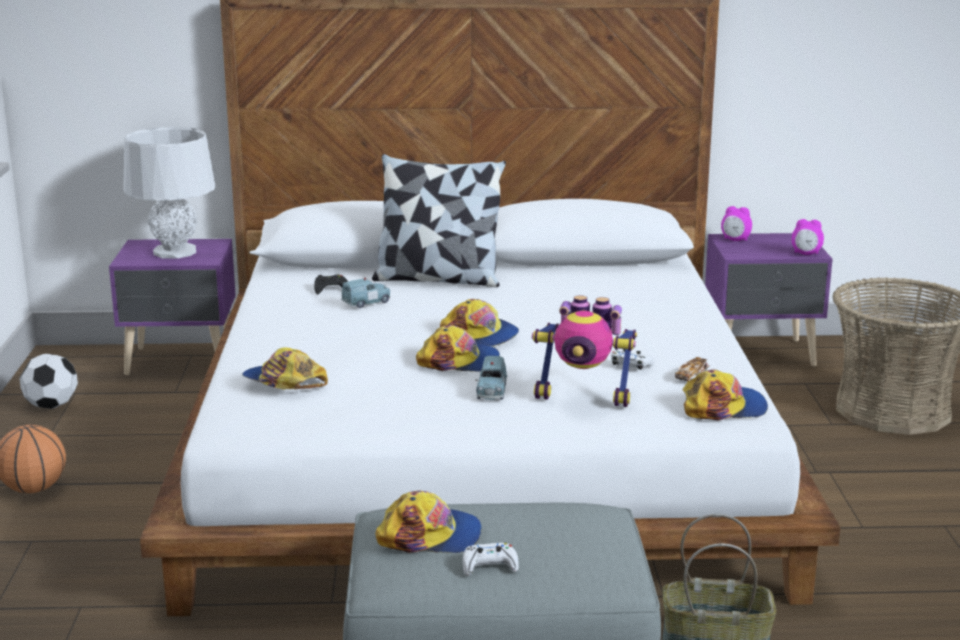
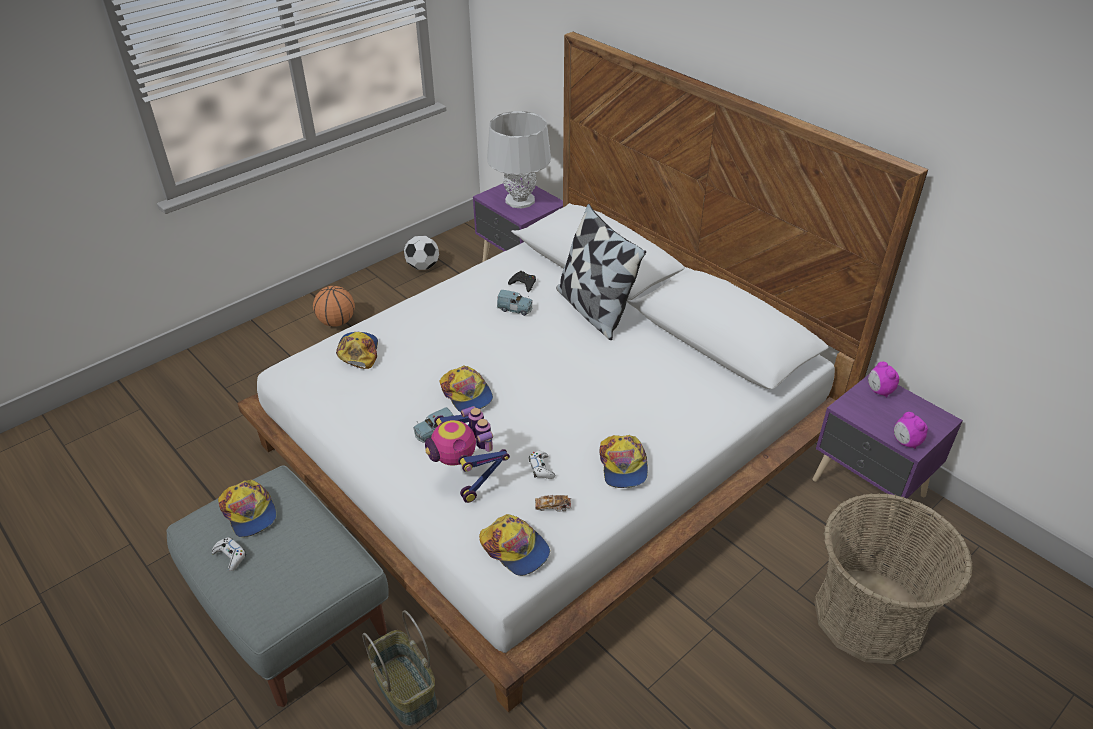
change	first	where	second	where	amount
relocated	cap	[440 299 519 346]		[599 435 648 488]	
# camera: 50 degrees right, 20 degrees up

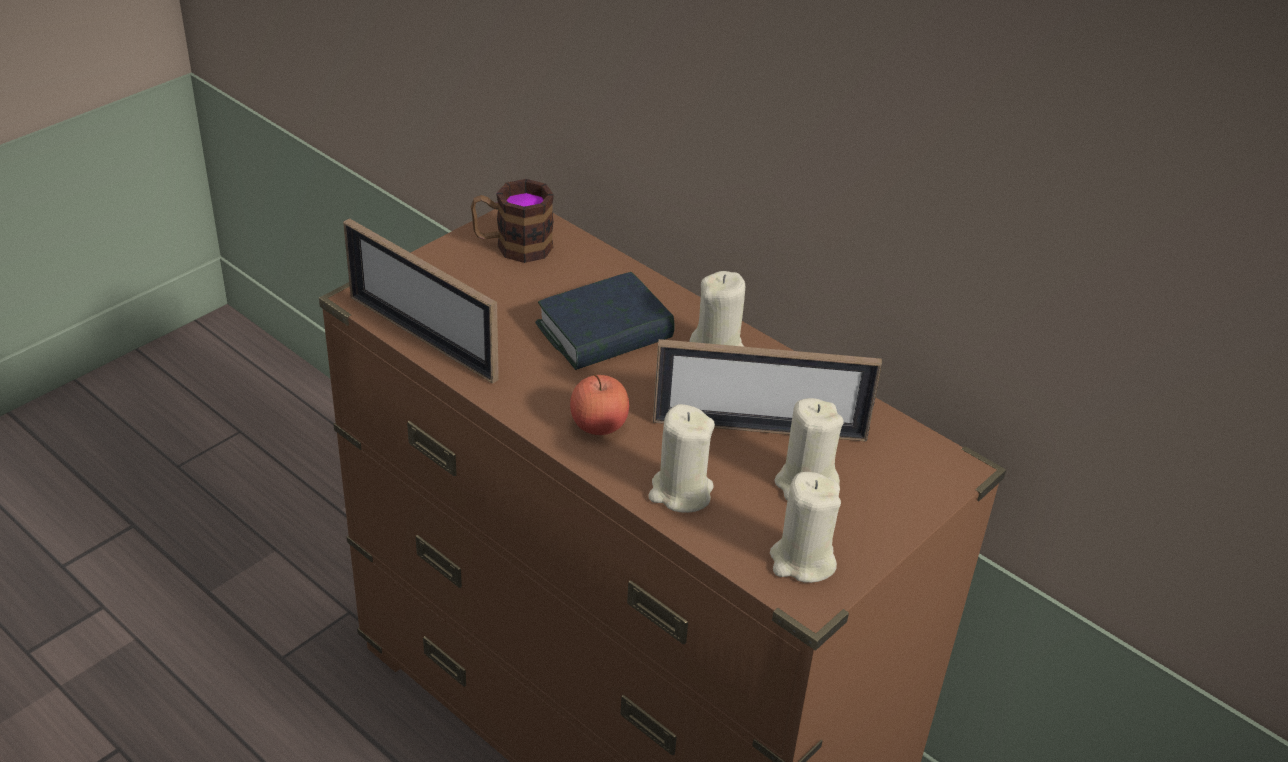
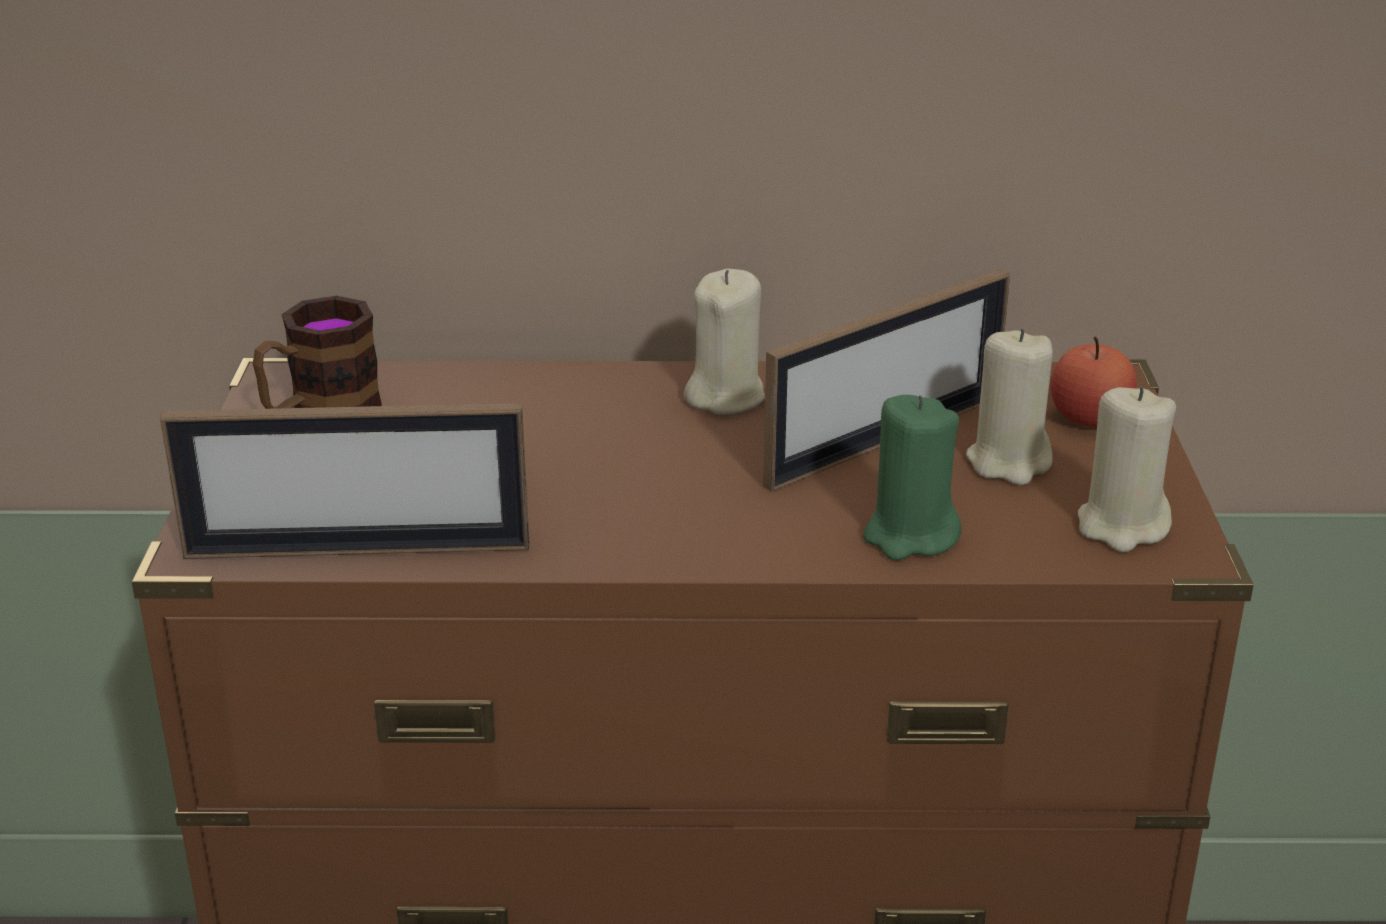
change	first	where	second	where	amount
colour	beige candle	[648 404 715 513]	green candle	[863 395 962 561]	
relocated	apple	[570 374 629 435]		[1051 336 1137 427]	
missing	book	[535 272 675 370]			
# camera: 40 degrees left, 10 degrees down

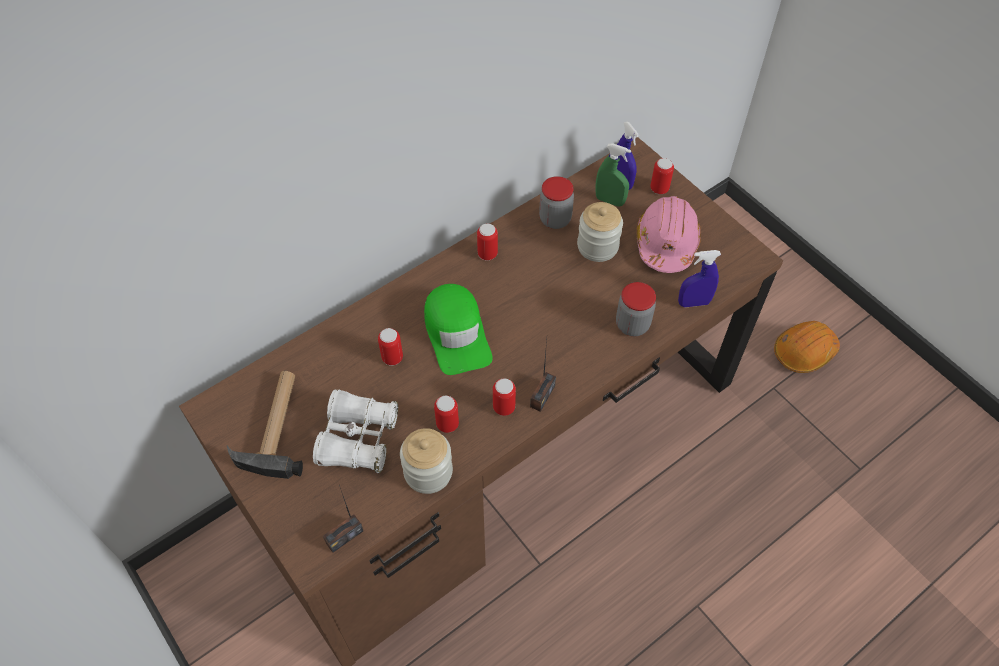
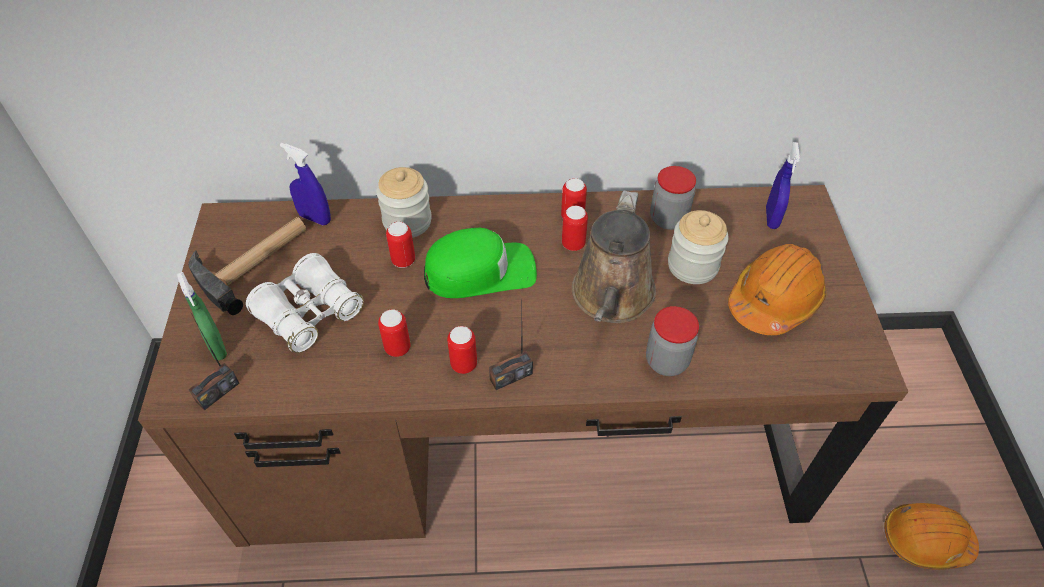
change	first	where	second	where	amount
relocated	green spray bottle	[595 143 631 207]		[177 272 227 360]	
spun	radio	[323 485 363 553]		[189 315 240 410]	45 degrees counterclockwise
relocated	blue spray bottle	[678 250 721 307]		[280 143 331 225]	
relocated	jar	[400 428 453 494]		[376 167 432 238]	
spun	green cap	[424 284 493 375]		[424 228 537 298]	120 degrees counterclockwise
relocated	can	[650 158 674 194]		[562 205 588 251]	
appeared			brown watering can	[572 191 656 323]	
colour	pink hard hat	[636 196 701 273]	orange hard hat	[728 244 826 335]	
# camera: 35 degrees right, 5 degrees down

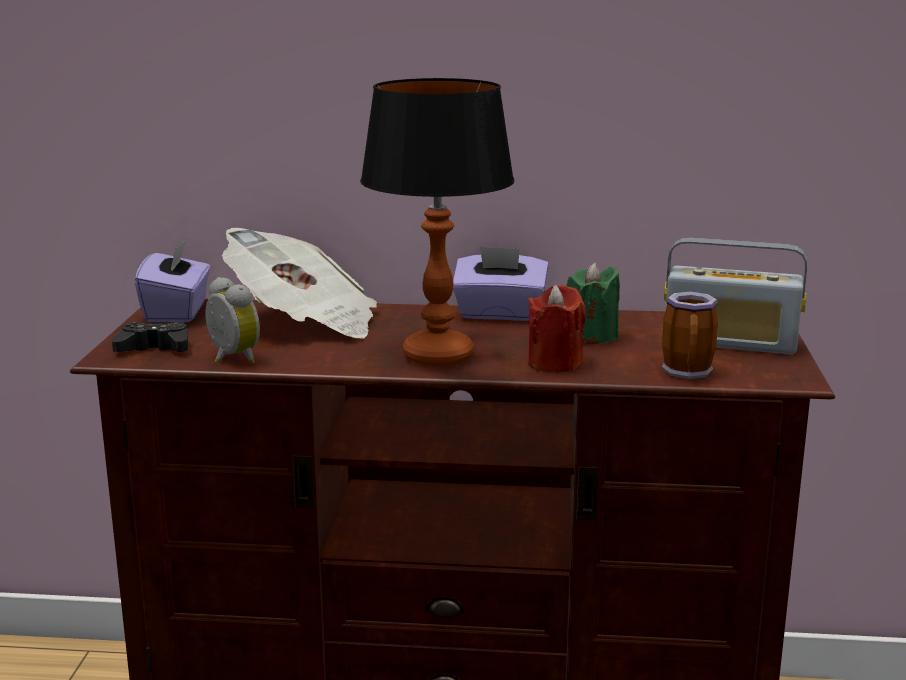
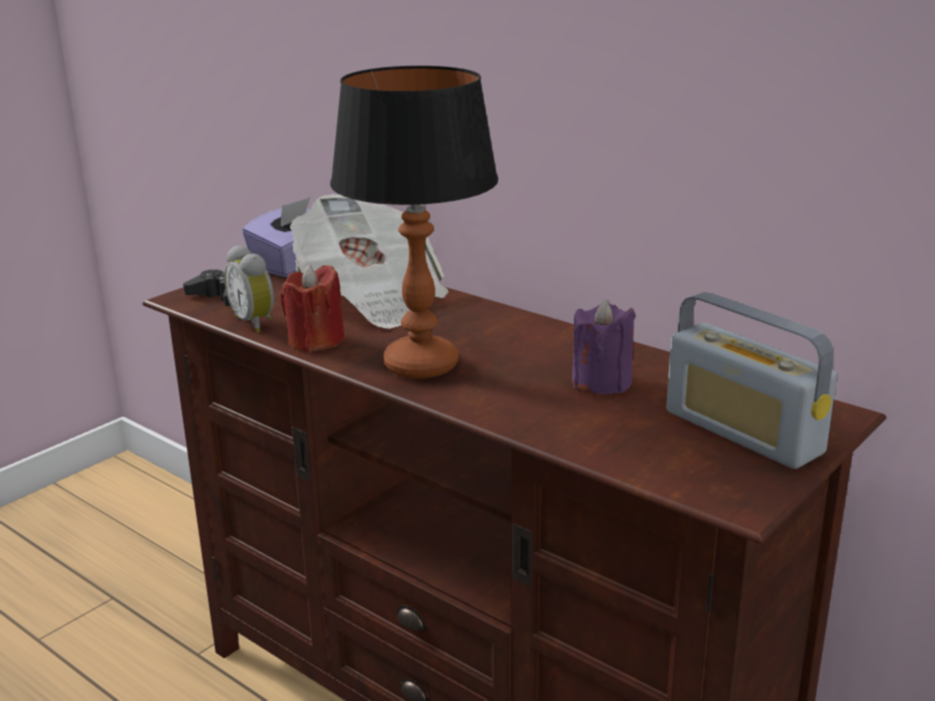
change	first	where	second	where	amount
spun	alarm clock	[205 277 260 364]		[224 245 274 333]	150 degrees clockwise
relocated	red candle	[528 285 586 372]		[280 264 345 352]	
colour	green candle	[566 263 620 344]	purple candle	[572 299 636 394]	
missing	purple tissue box	[453 246 549 321]			
missing	mug	[662 292 718 379]			
# camera: 35 degrees right, 5 degrees up

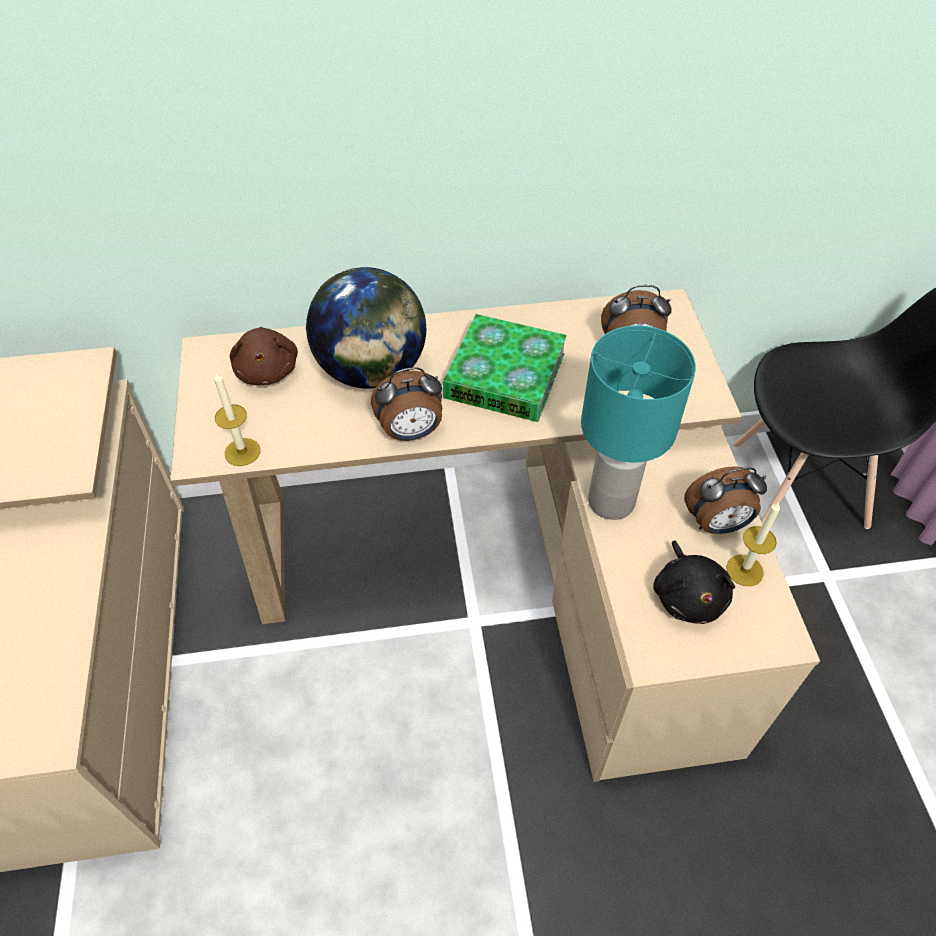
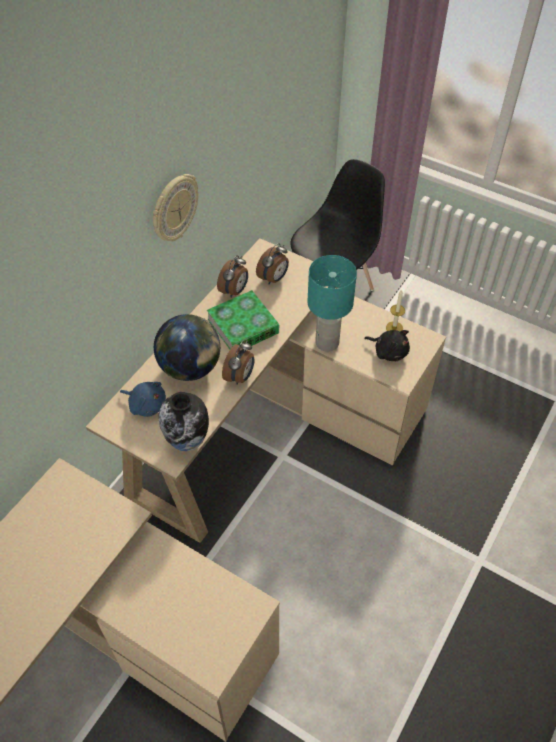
change	first	where	second	where	amount
colour	brown plush toy	[230 327 298 385]	blue plush toy	[120 382 166 417]	
appeared			wall clock	[153 174 198 242]	
exchanged	candle	[214 372 261 466]	vase	[159 392 209 451]	
relocated	alarm clock	[684 466 767 534]		[217 255 248 297]	
# camera: 50 degrees left, 0 degrees up

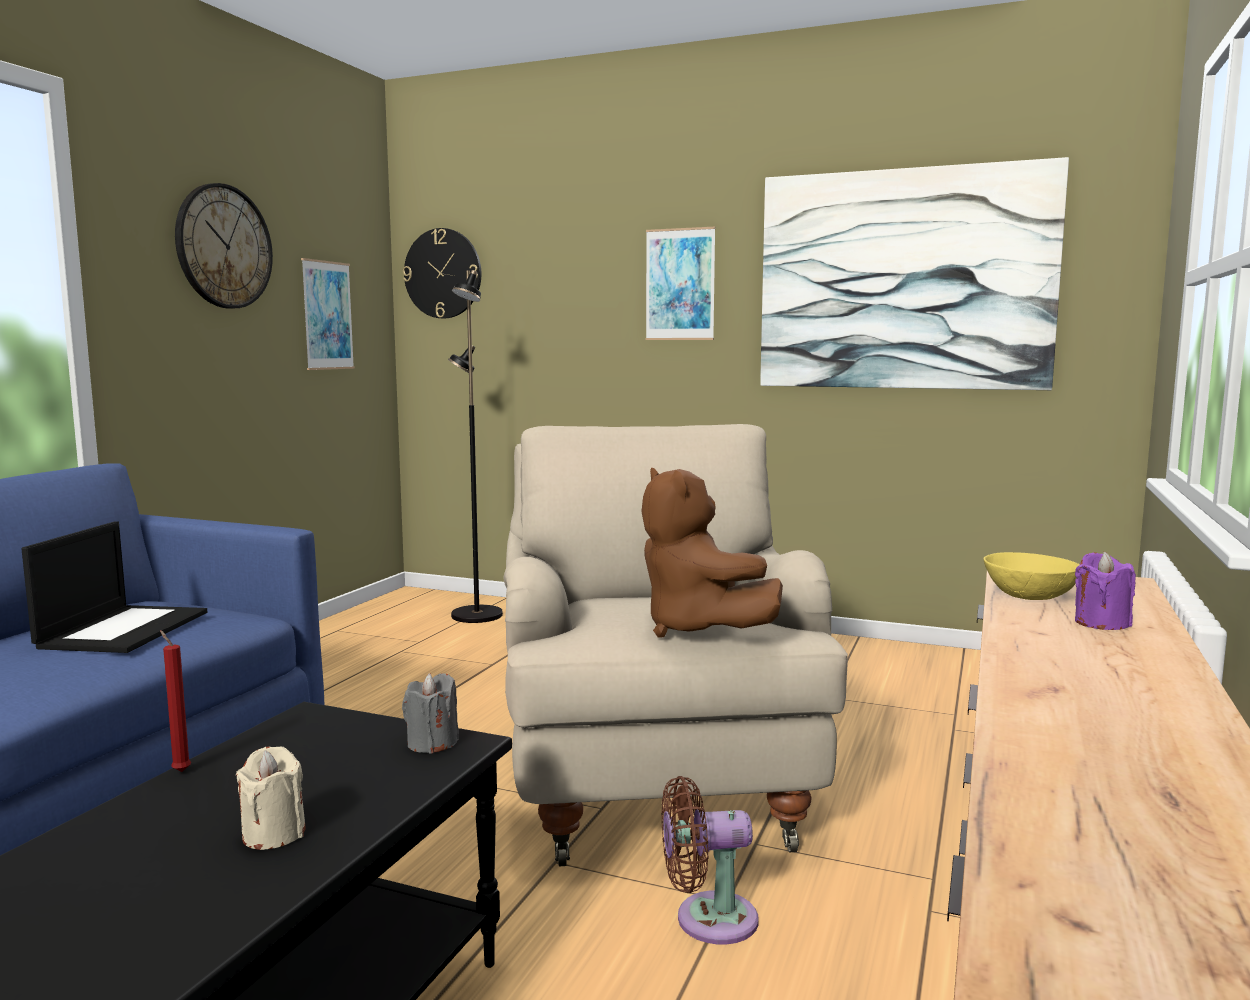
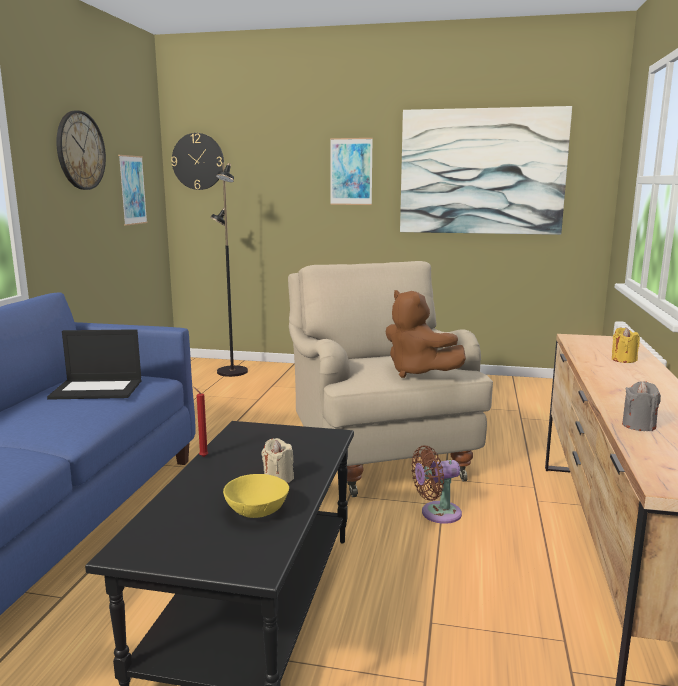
change	first	where	second	where	amount
spun	laptop	[22 521 207 653]		[47 329 141 400]	90 degrees clockwise
relocated	yellow bowl	[983 552 1080 600]		[223 474 289 518]	
colour	purple candle	[1075 552 1136 630]	yellow candle	[612 327 640 363]	
relocated	grey candle	[402 673 459 754]		[622 381 661 431]	
# camera: 10 degrees left, 5 degrees up

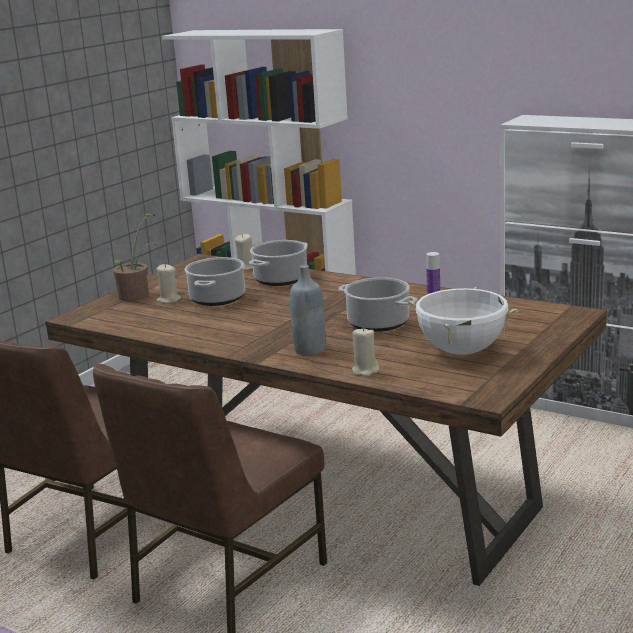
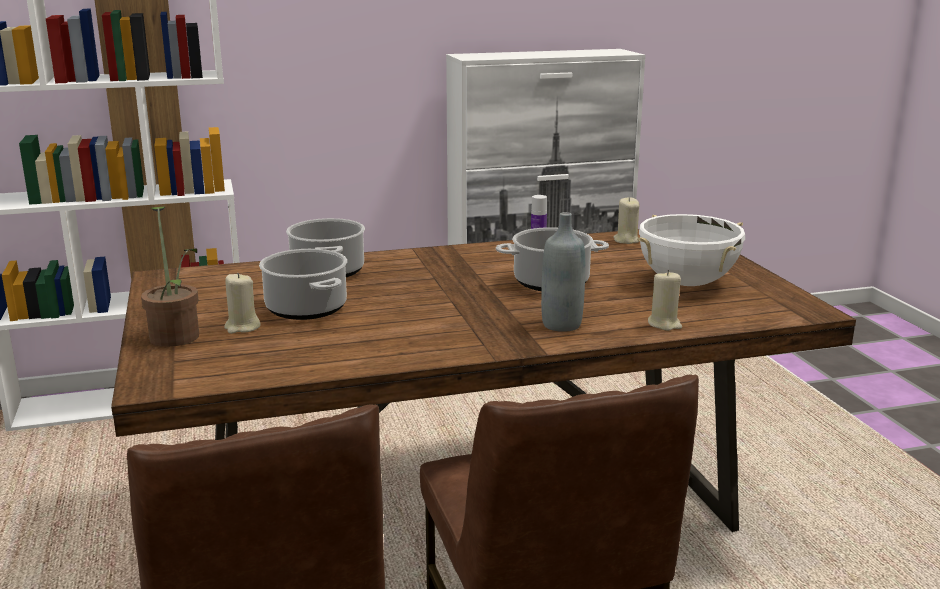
change	first	where	second	where	amount
relocated	beige candle	[235 234 253 270]		[613 197 640 244]	
# camera: 50 degrees left, 0 degrees up

